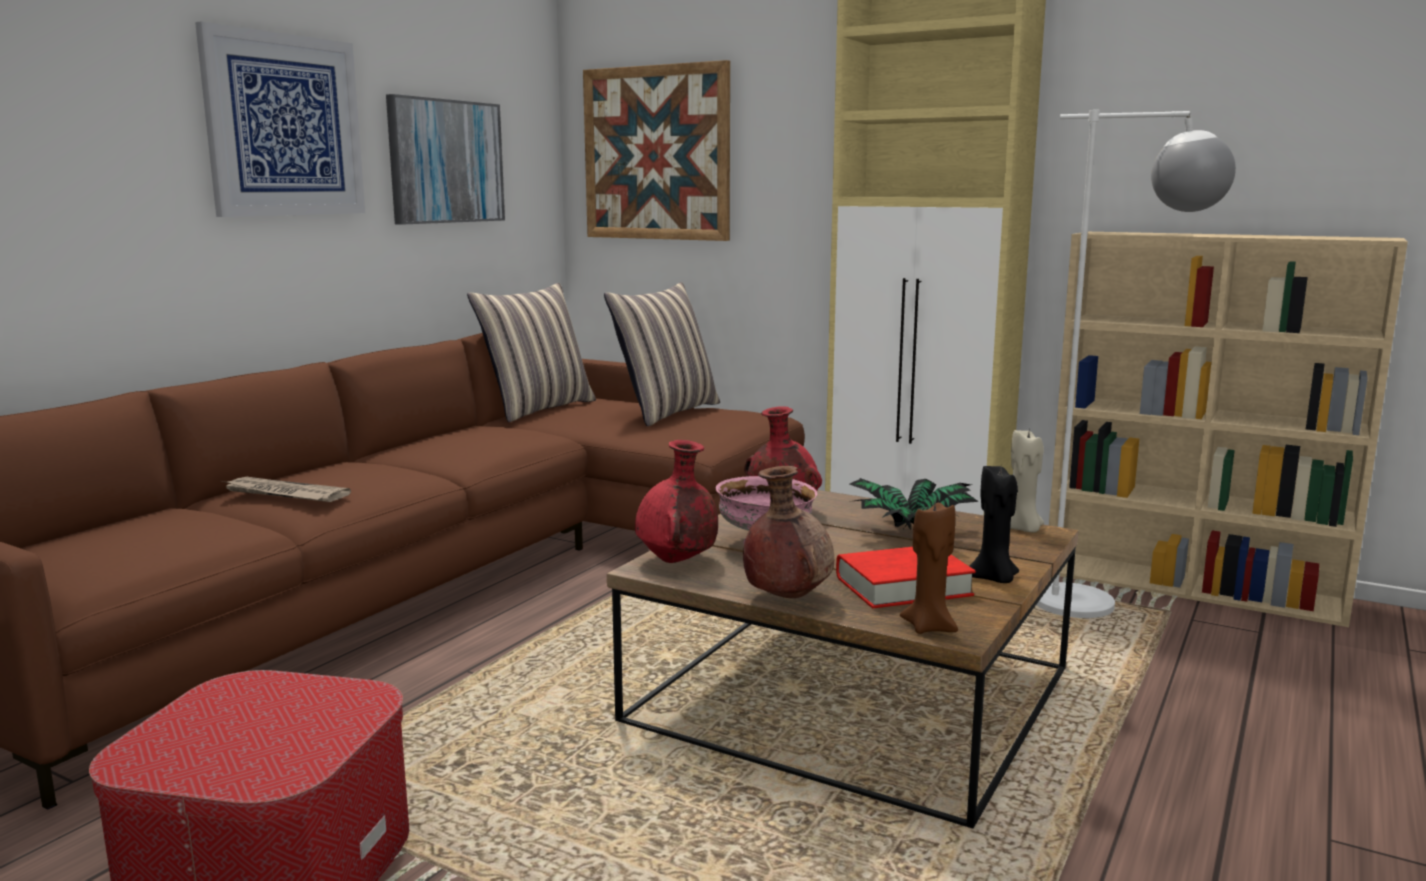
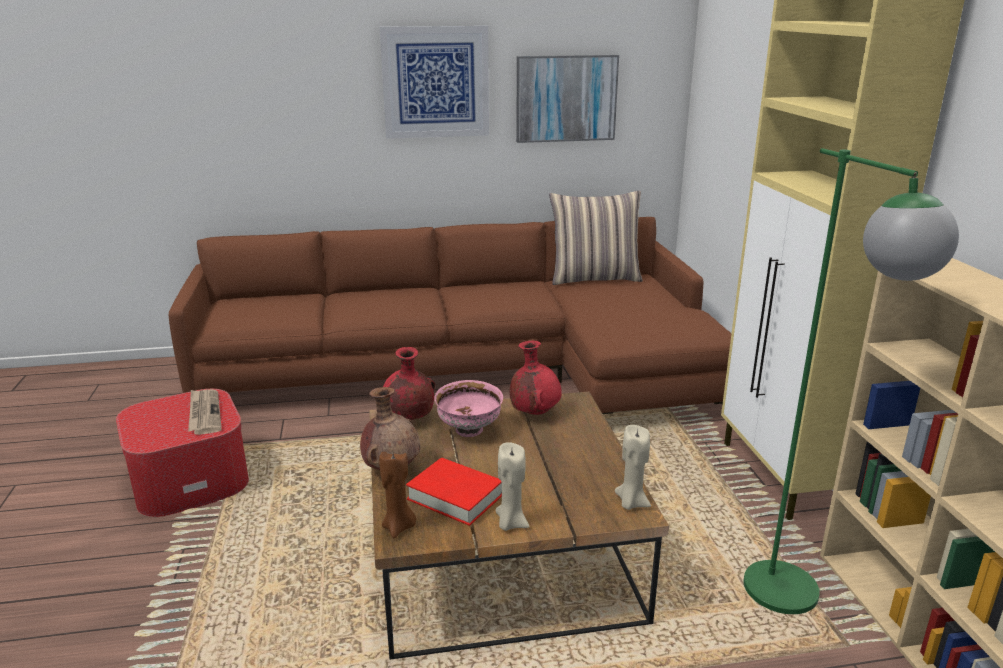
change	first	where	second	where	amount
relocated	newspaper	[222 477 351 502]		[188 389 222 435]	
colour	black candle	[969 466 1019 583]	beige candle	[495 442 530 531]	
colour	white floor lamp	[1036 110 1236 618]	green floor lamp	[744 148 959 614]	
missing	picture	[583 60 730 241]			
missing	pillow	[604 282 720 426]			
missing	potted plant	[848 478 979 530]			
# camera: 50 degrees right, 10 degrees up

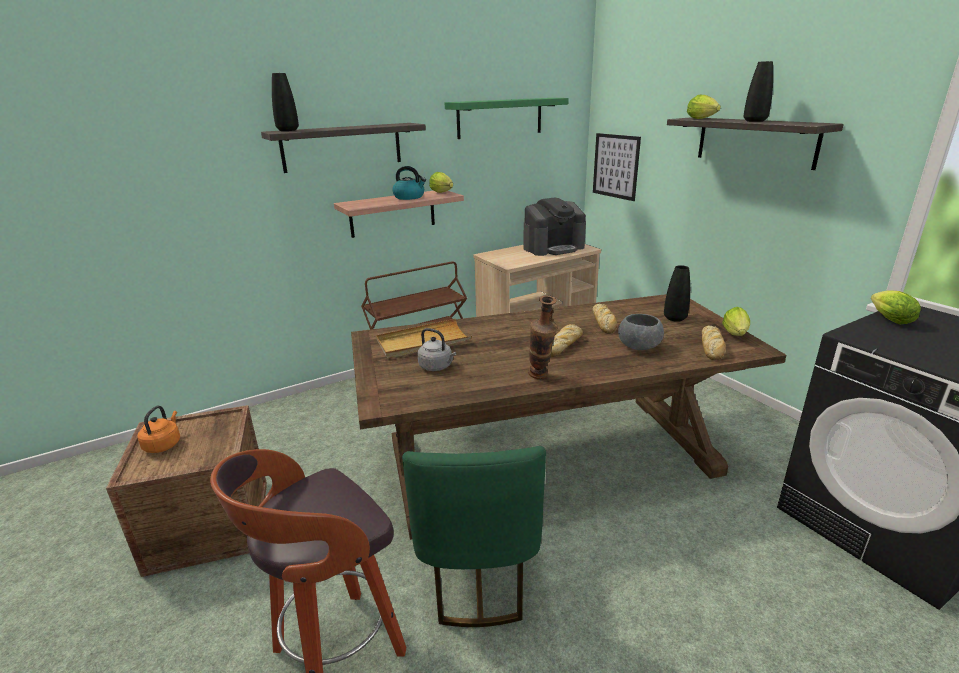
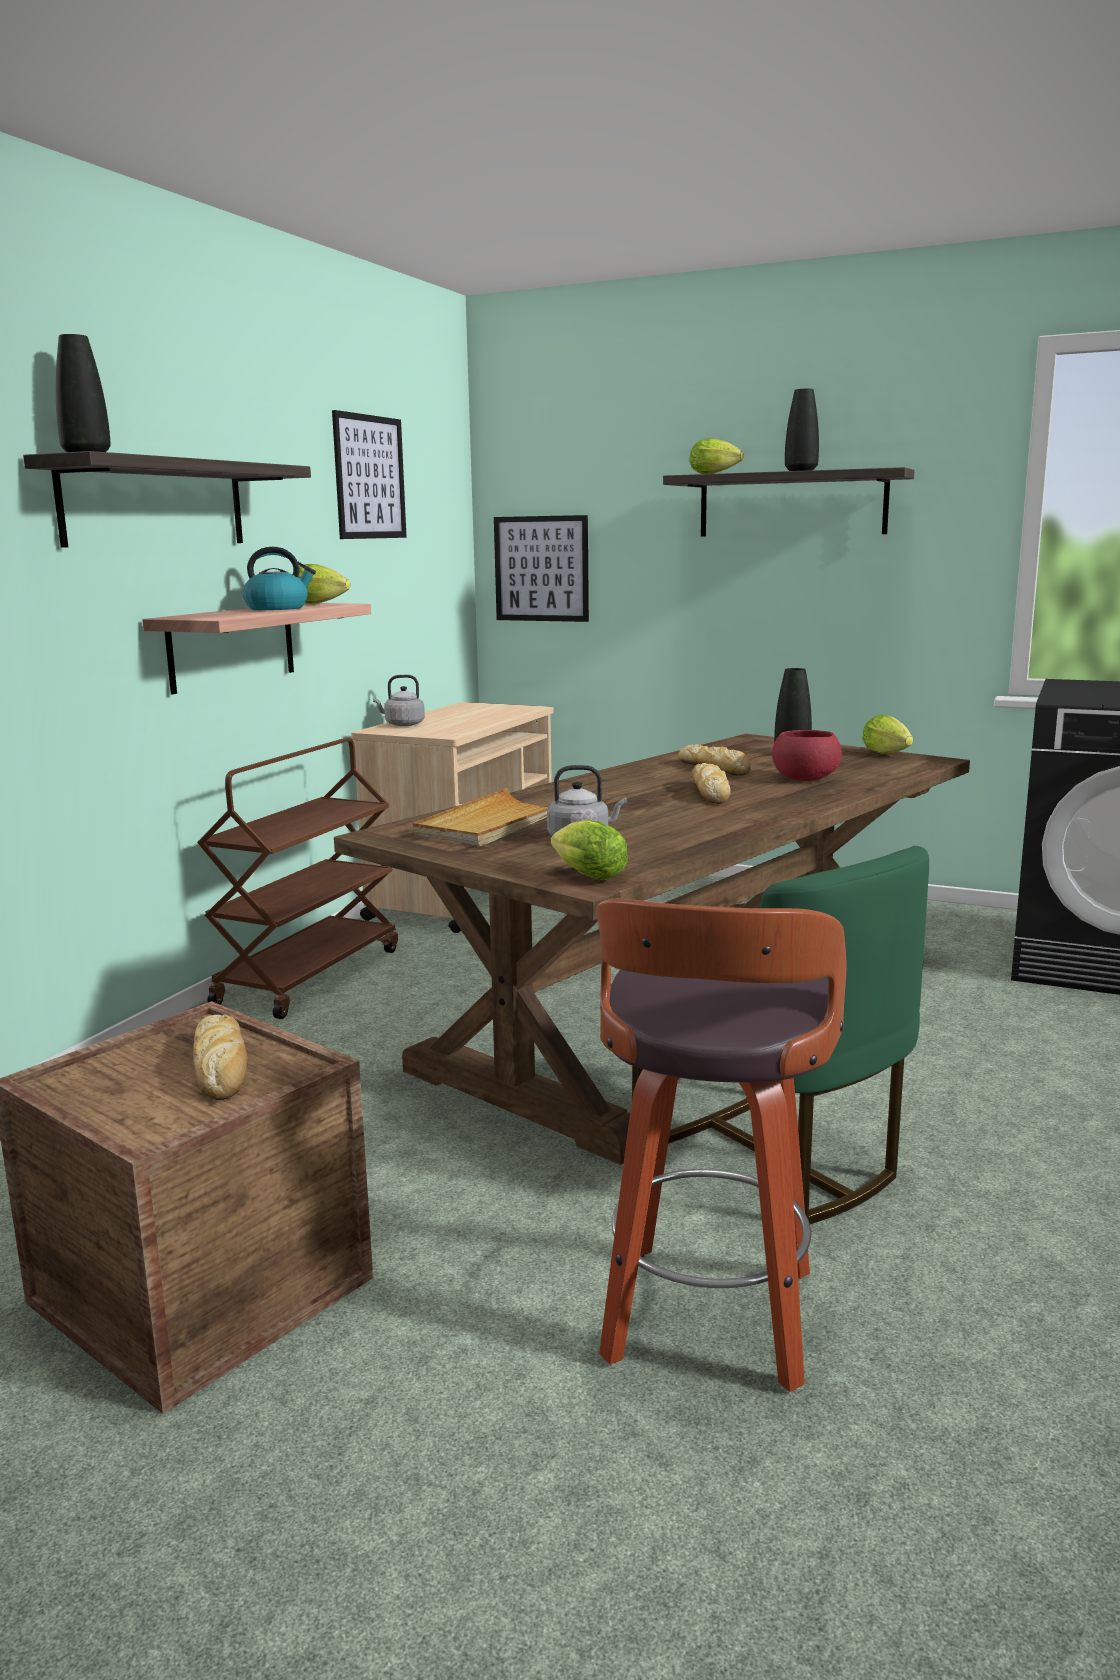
change	first	where	second	where	amount
relocated	bread	[702 326 726 360]		[193 1015 248 1100]	
exchanged	green shelf	[445 98 569 139]	picture	[332 410 407 539]	
appeared			grey kettle	[373 675 425 726]	
relocated	lettuce	[871 290 921 324]		[551 820 628 880]	
colour	grey bowl	[618 314 664 350]	red bowl	[772 730 842 781]	
missing	orange kettle	[137 406 180 453]			
missing	coffee machine	[523 197 586 256]			
missing	vase	[528 296 557 379]			
# camera: 35 degrees left, 10 degrees down

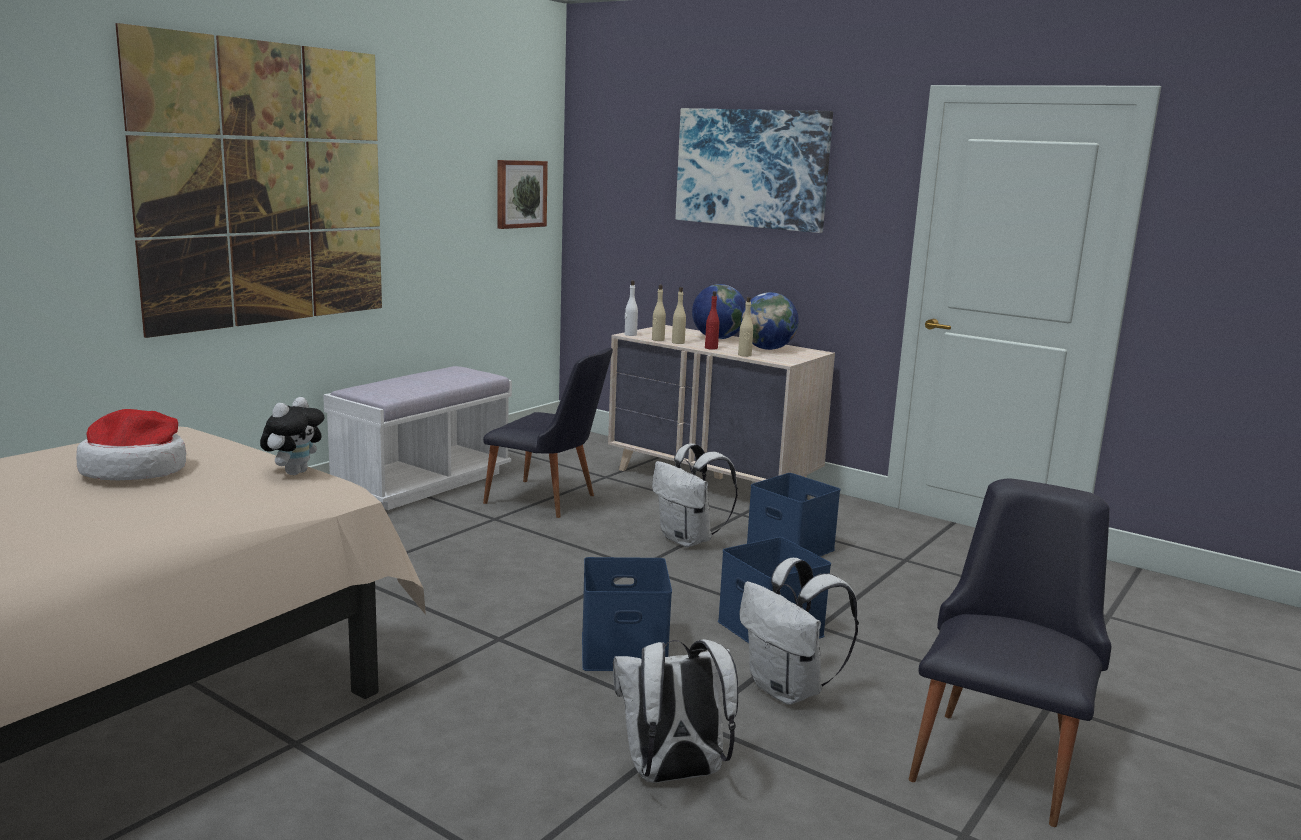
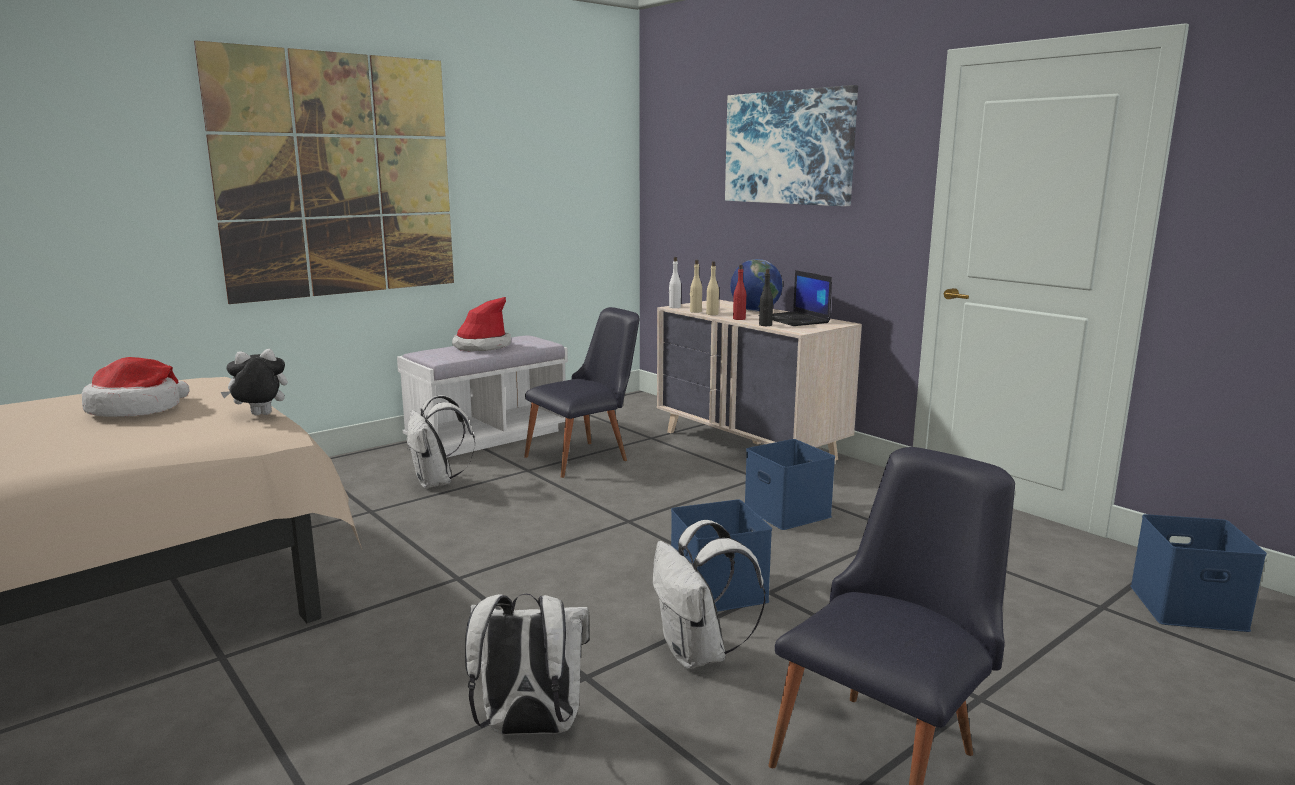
change	first	where	second	where	amount
spun	plush toy	[260 397 325 475]		[221 349 288 415]	150 degrees counterclockwise
relocated	white backpack	[652 443 738 547]		[407 395 475 488]	
appeared			hat	[452 297 511 352]	
spun	black chair	[483 348 613 518]		[524 307 640 478]	75 degrees counterclockwise
colour	beige bottle	[738 297 753 357]	black bottle	[759 269 773 326]	
exchanged	globe	[741 292 799 350]	laptop	[772 270 832 326]	
relocated	blue storage box	[582 557 672 671]		[1130 514 1267 632]	
missing	picture	[497 160 548 229]			
# camera: 15 degrees right, 0 degrees up

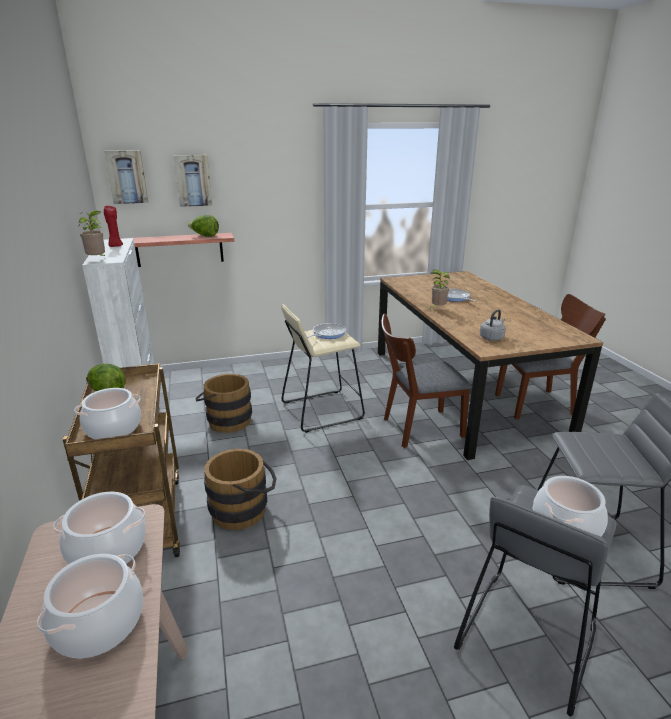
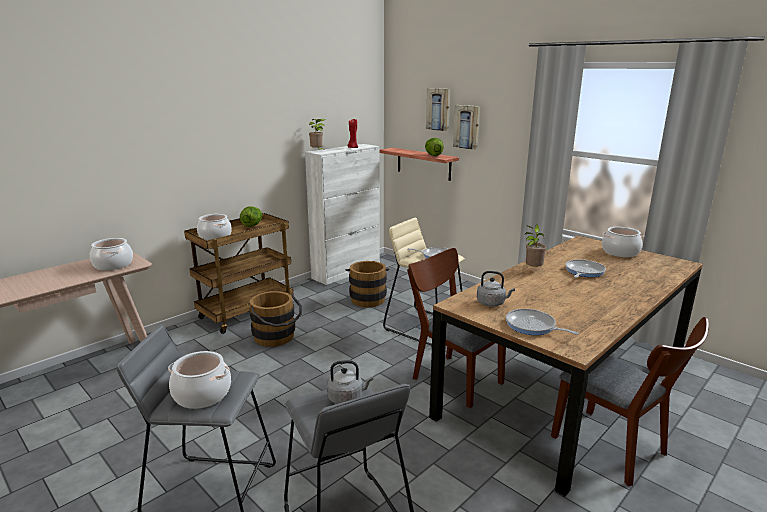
change	first	where	second	where	amount
appeared			grey kettle	[327 360 373 404]	
relocated	picture	[104 150 148 204]		[453 105 480 150]	
appeared			frying pan	[506 309 579 335]	
relocated	cooking pot	[37 554 143 658]		[602 227 644 257]	
# camera: 60 degrees right, 5 degrees down

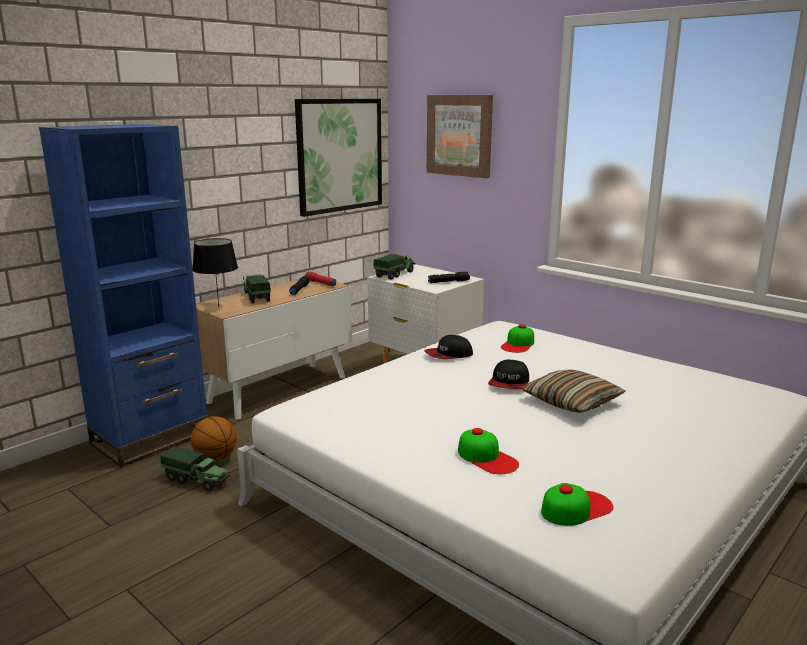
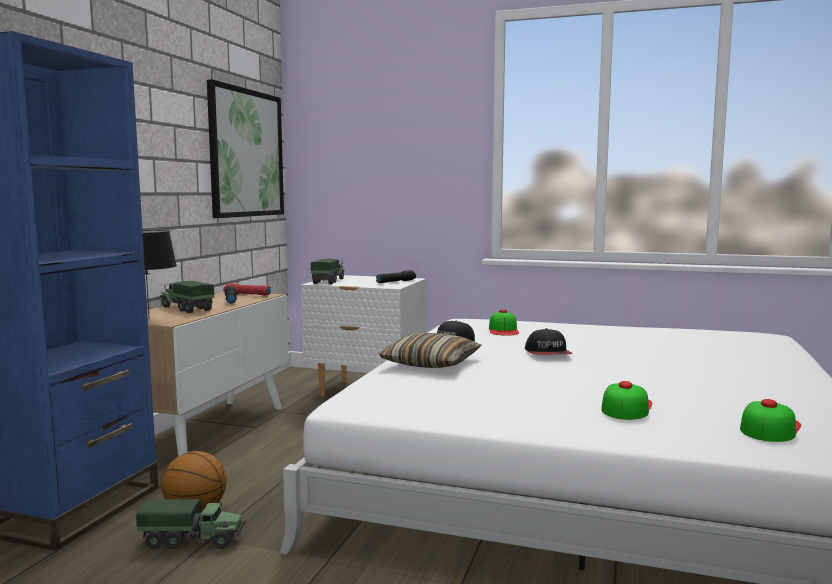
change	first	where	second	where	amount
relocated	pillow	[522 369 626 413]		[379 333 481 368]	
spun	cap	[458 428 519 474]		[601 381 652 420]	90 degrees counterclockwise
missing	picture	[427 95 493 178]			
# camera: 25 degrees left, 10 degrees down

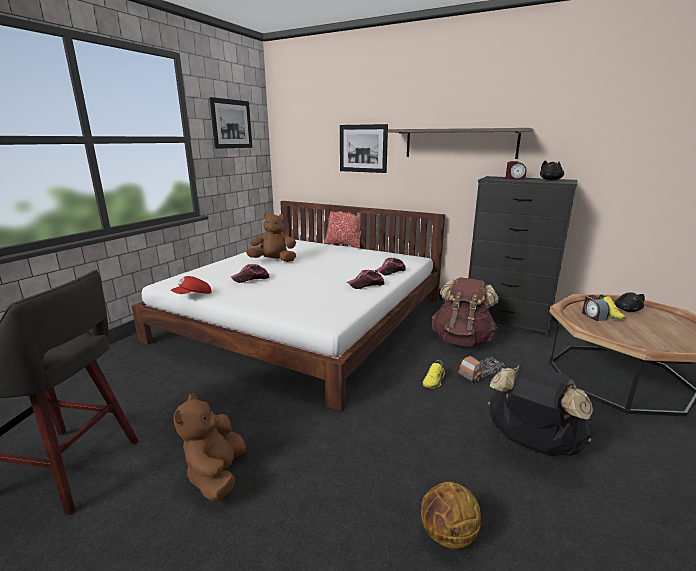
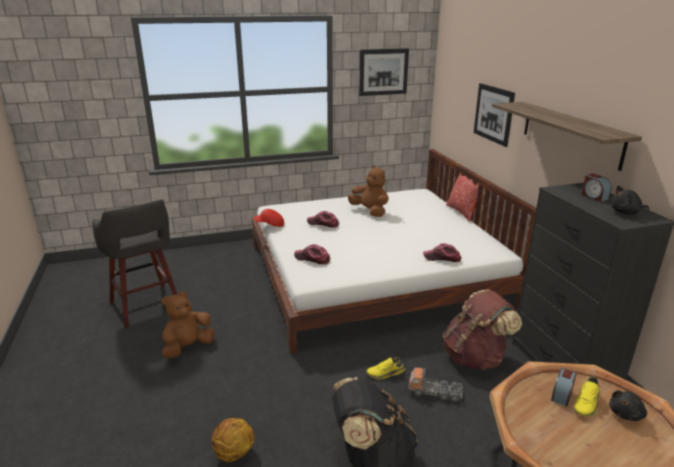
change	first	where	second	where	amount
relocated	cap	[347 270 385 289]		[294 244 330 264]	
# camera: 45 degrees right, 5 degrees up

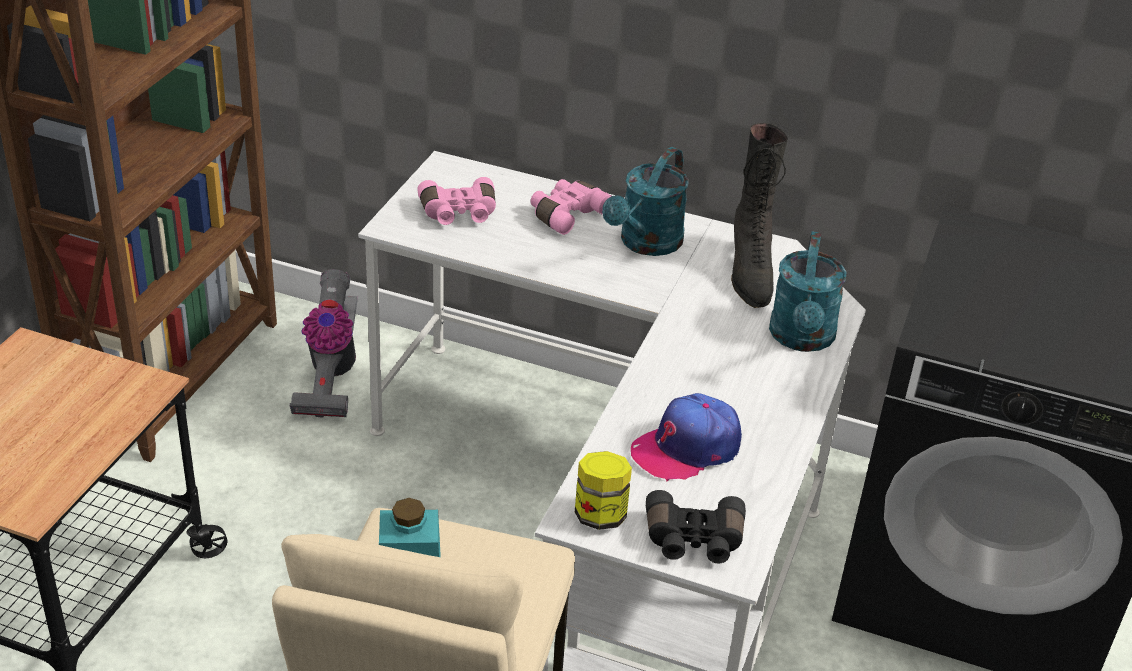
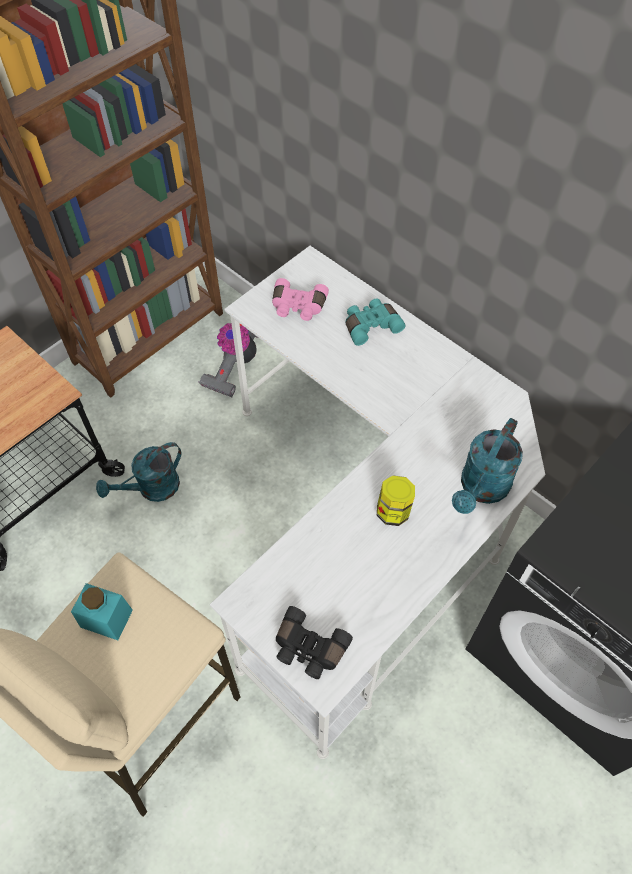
change	first	where	second	where	amount
relocated	turquoise watering can	[602 147 689 256]		[96 442 181 502]	
colour	pink binoculars	[530 179 611 235]	turquoise binoculars	[346 298 406 346]	
relocated	jar	[575 451 632 530]		[377 475 415 526]	
missing	cap	[631 393 742 482]			
missing	black boot	[731 123 788 308]			
# camera: 25 degrees right, 20 degrees up

